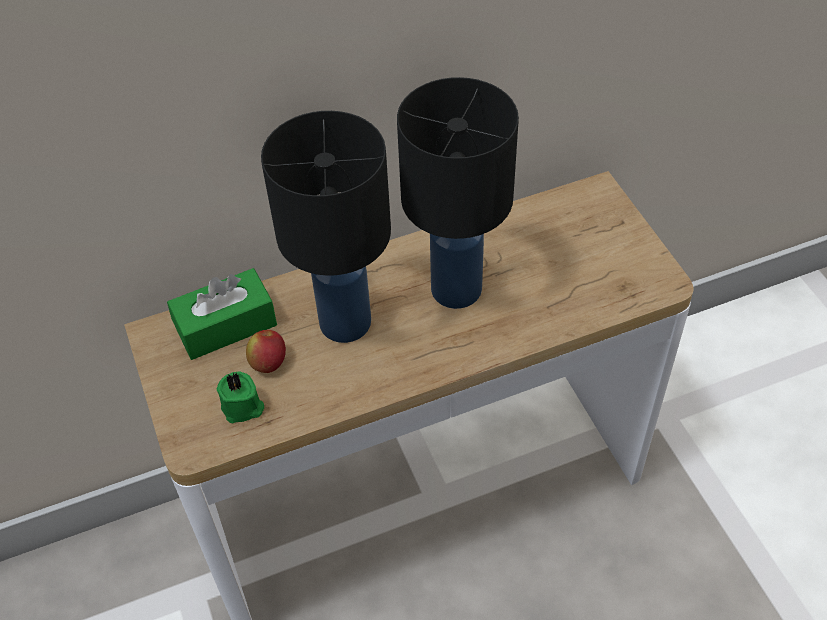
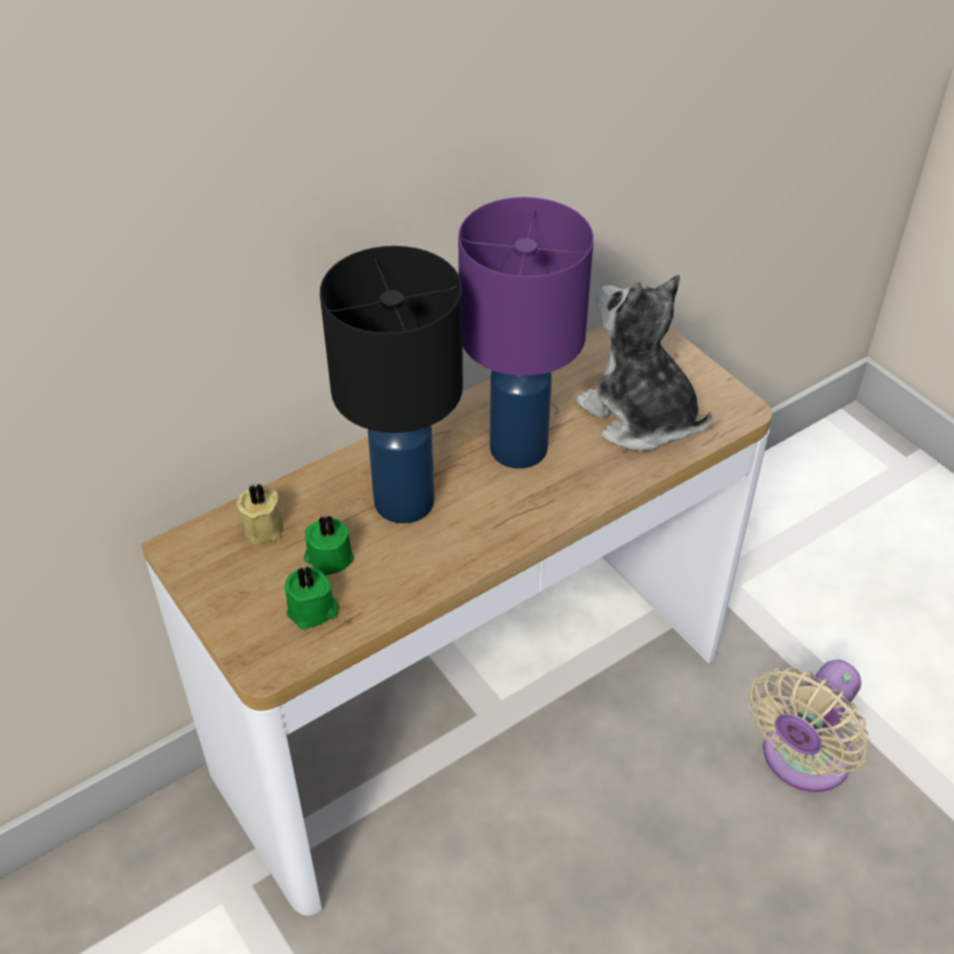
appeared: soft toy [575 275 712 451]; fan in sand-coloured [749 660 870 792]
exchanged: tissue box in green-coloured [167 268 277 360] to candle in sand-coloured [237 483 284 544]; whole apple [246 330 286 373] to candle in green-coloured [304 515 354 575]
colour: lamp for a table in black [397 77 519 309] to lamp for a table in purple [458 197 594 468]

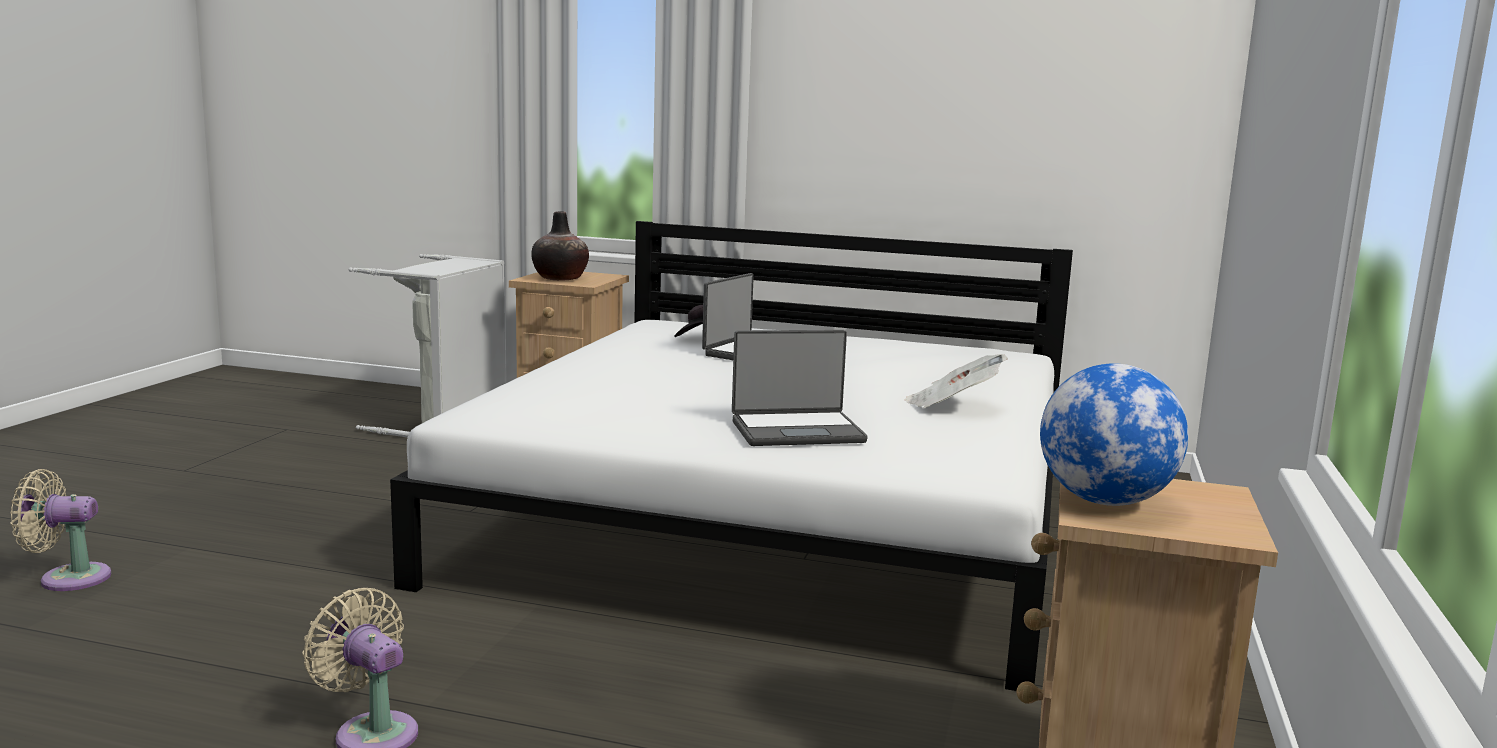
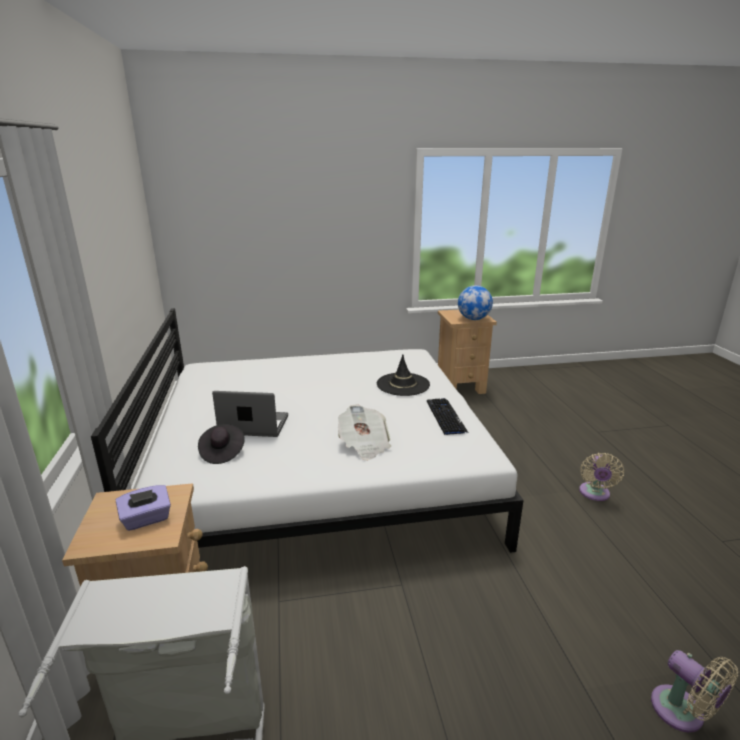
appeared: computer keyboard [427 398 469 435]
relocated: printed paper [905 354 1008 408] to [338 404 391 461]
exchanged: flower vase [532 211 589 281] to tissue box in purple [116 485 171 531]; portable computer [732 330 868 446] to hat in black [377 354 430 396]

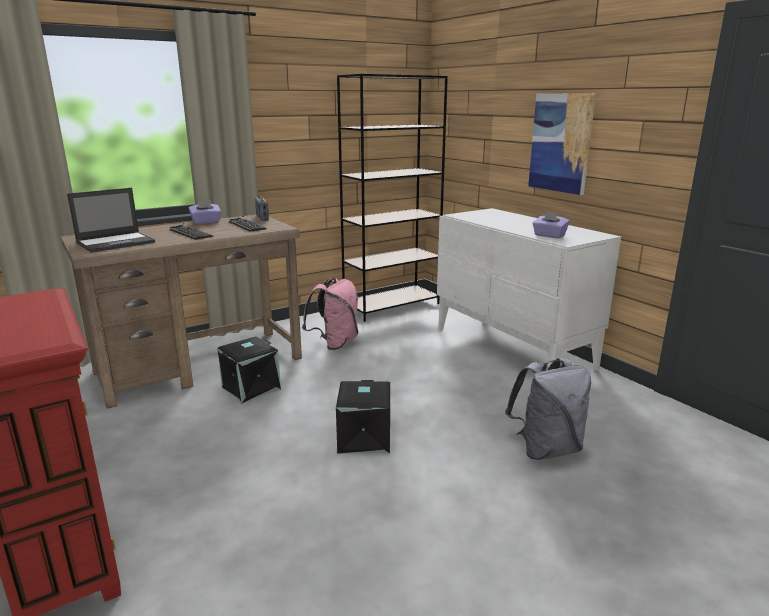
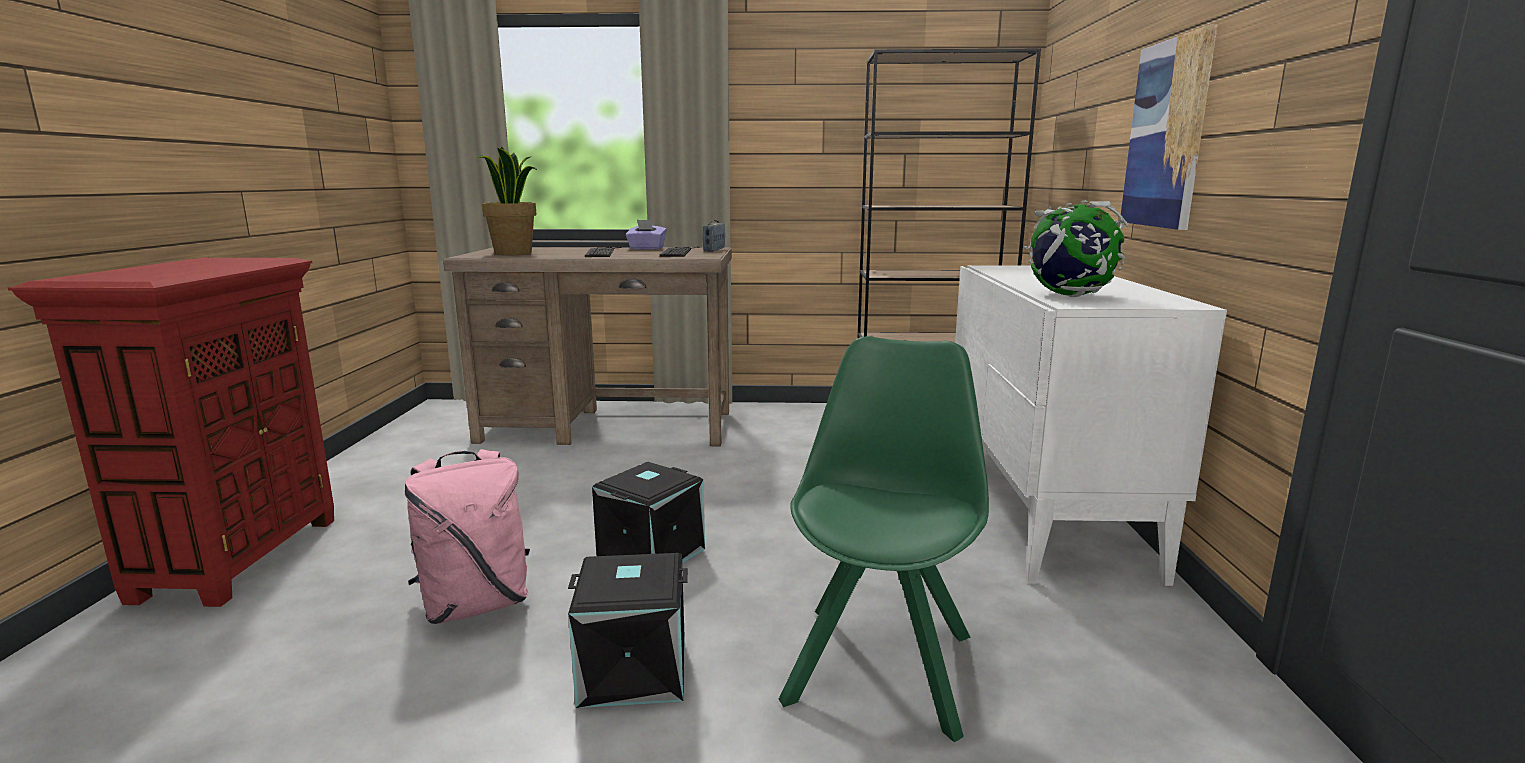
relocated: knapsack in pinkish [302 278 358 350] to [405 449 530 624]; storage box in black [217 337 281 404] to [568 553 688 708]
exchanged: portable computer [67 188 155 253] to houseplant [476 146 537 255]; knapsack in grey [505 358 591 460] to upright chair in green-coloured [779 336 989 742]; tissue box in purple [532 211 570 238] to desk globe [1024 201 1128 297]

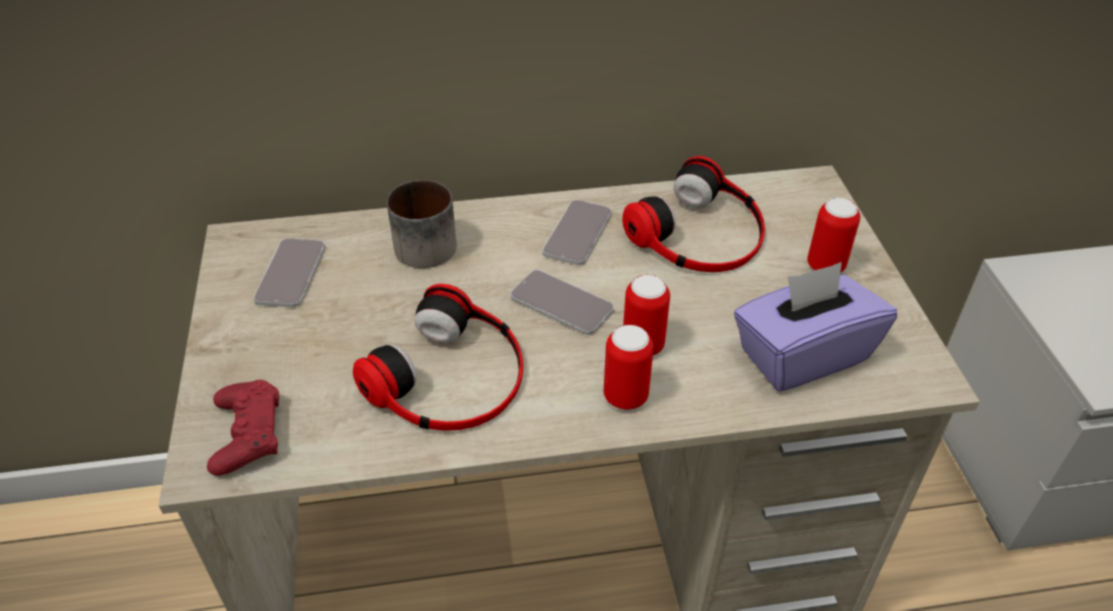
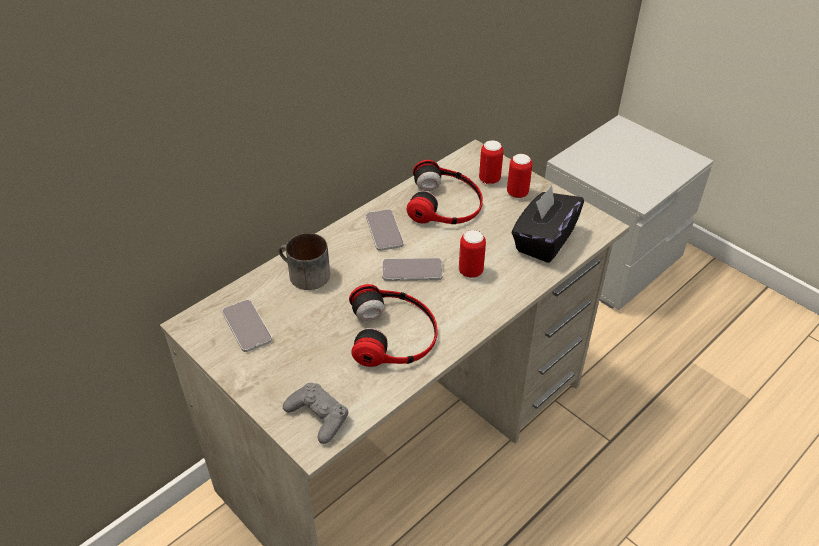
relocated: sealed can [604 325 654 410] to [479 140 504 184]
colour: game controller in red-coloured [207 380 279 476] to game controller in grey [283 383 348 444]; tissue box in purple [734 262 897 392] to tissue box in black [512 185 584 263]

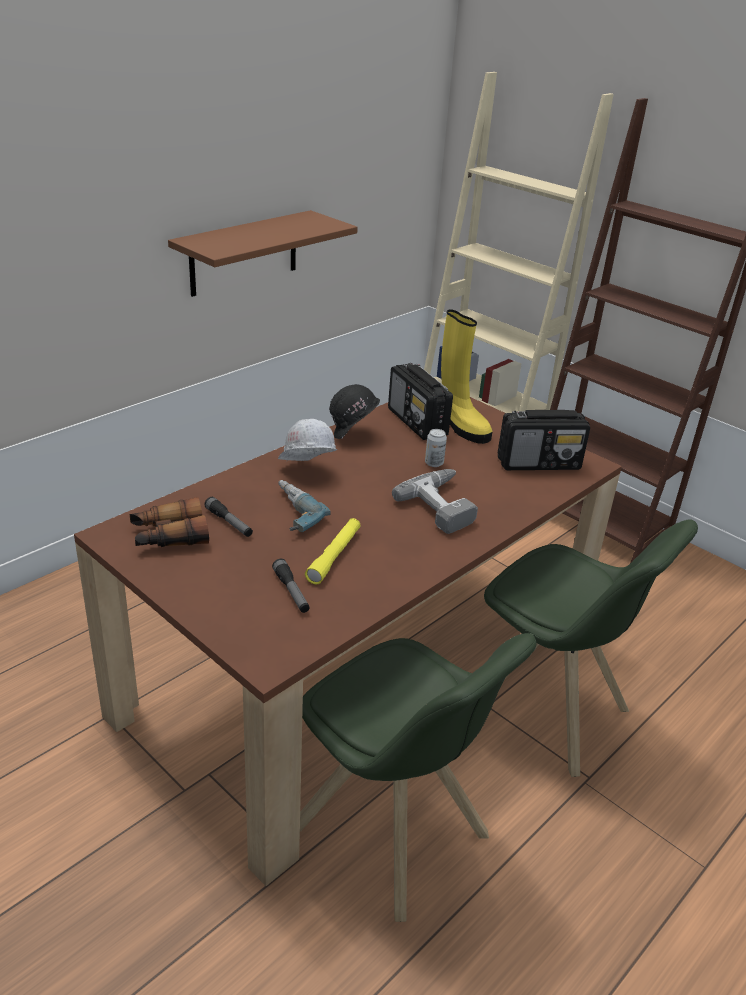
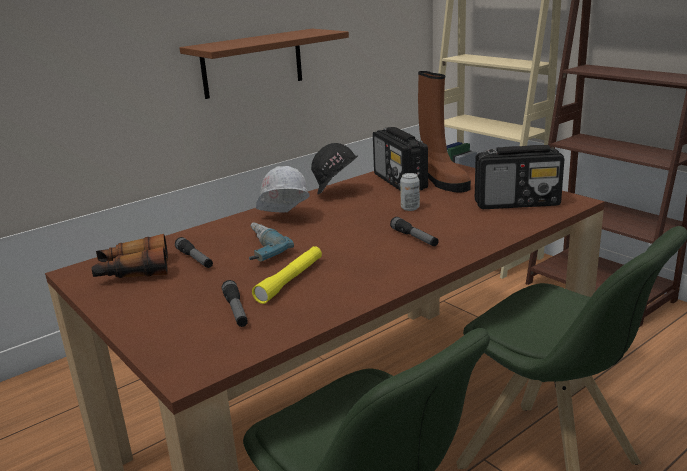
exchanged: electric drill [392 469 478 534] to hand torch [390 217 439 246]
colour: boot in yellow-coloured [441 310 492 444] to boot in brown-coloured [418 71 471 192]

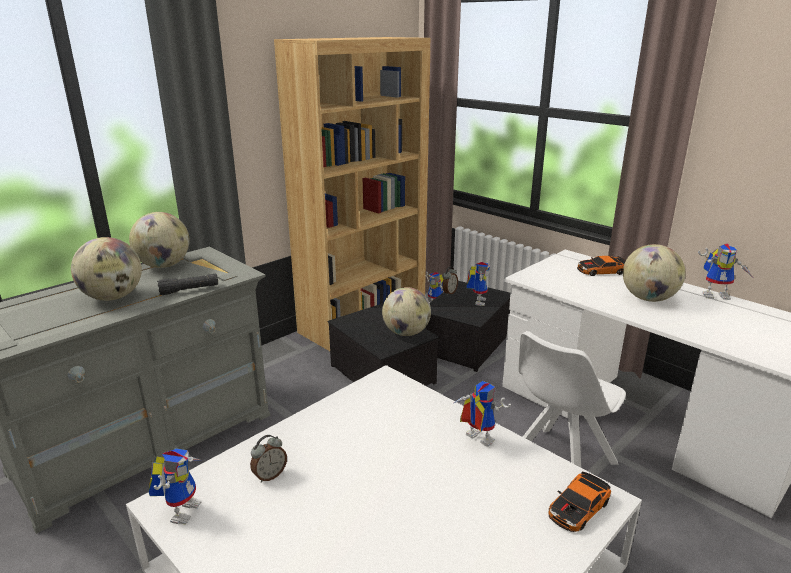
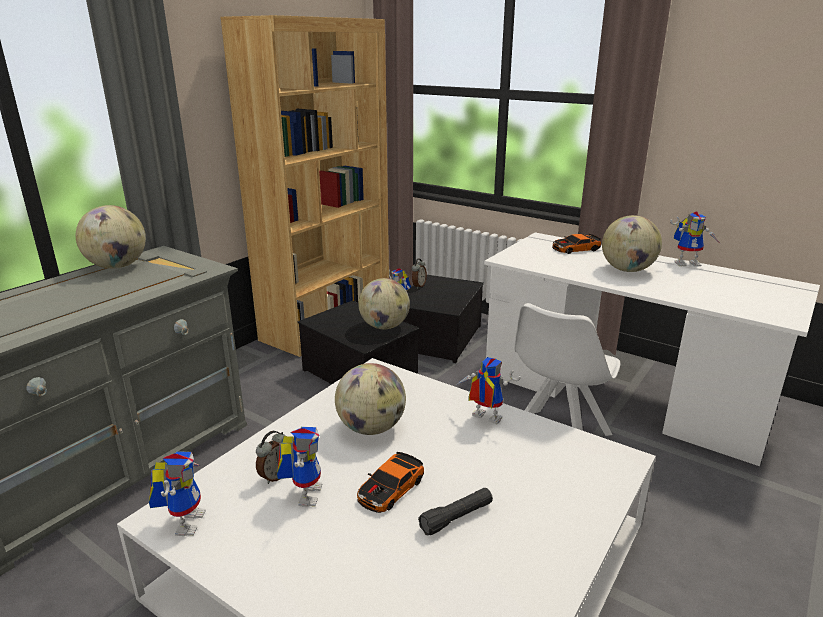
relocated: robot figure [466 262 490 306] to [277 427 323 507]; desk globe [71 237 142 301] to [335 363 406 435]; toy car [549 472 611 532] to [357 452 424 513]; hand torch in black [157 274 218 295] to [418 488 493 535]

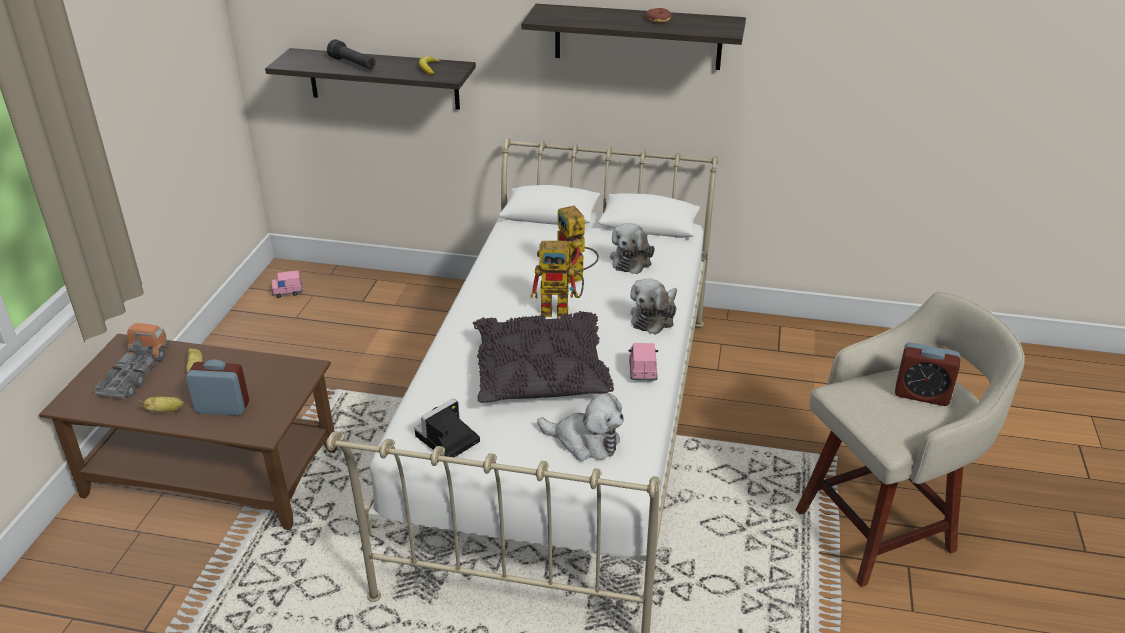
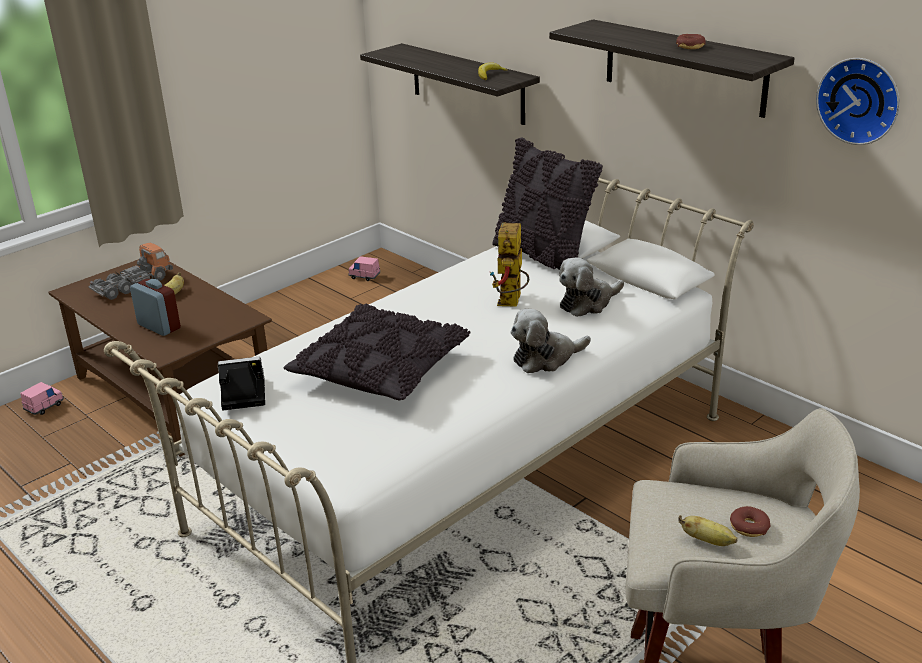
missing: hand torch in black [327 39 376 69]; robot figure [530 241 584 317]; soft toy [537 393 624 461]
appeared: throw pillow in black [492 137 603 270]; hanging clock [816 58 900 145]
relocated: toy car in pinkish [628 343 658 381] to [20 382 64 415]; whole banana [139 397 184 412] to [678 515 738 546]
exchanged: alarm clock [895 342 960 406] to donut [730 506 771 537]

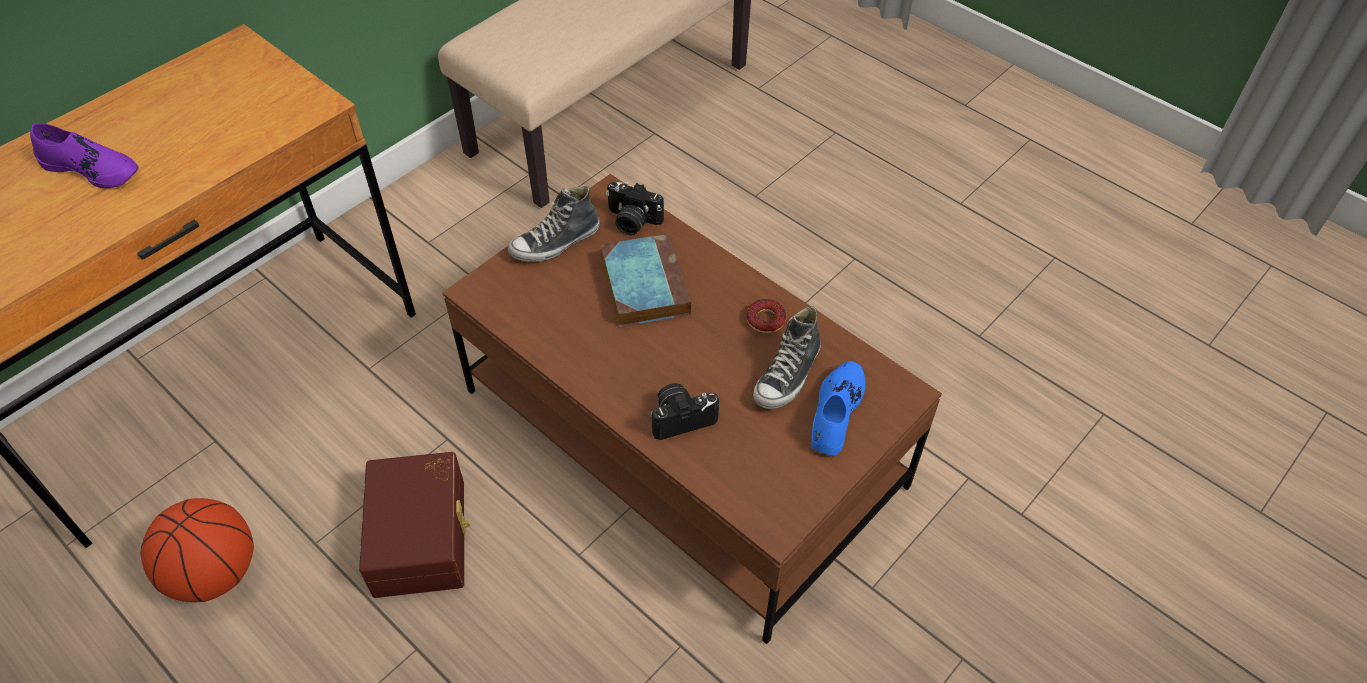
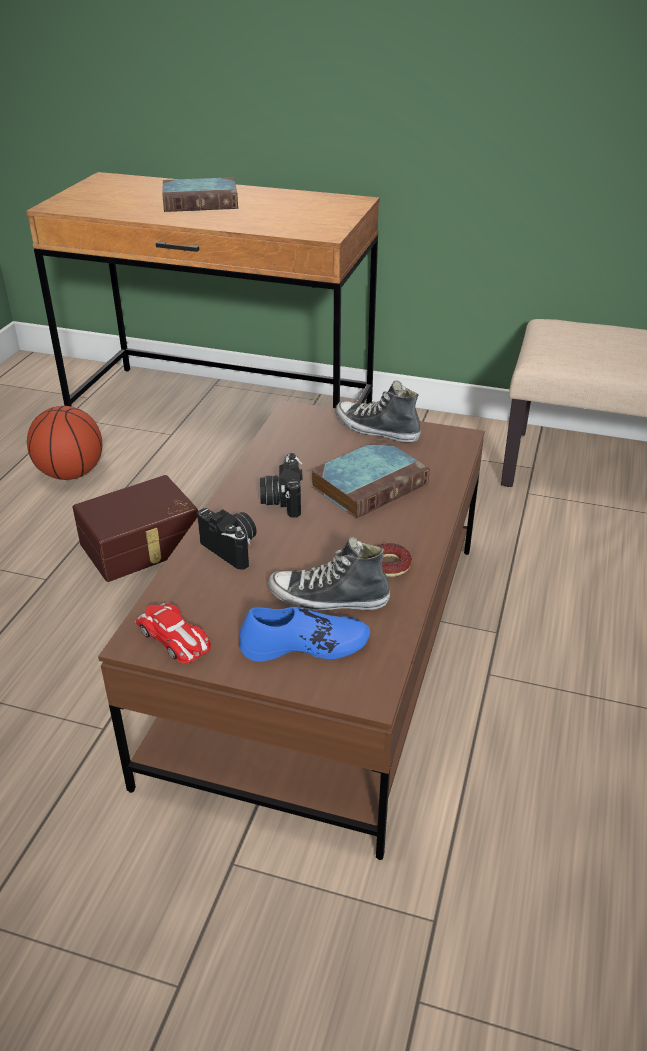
appeared: toy car [135 603 211 663]
relocated: photo camera [606 182 664 235] to [260 453 302 518]
exchanged: item of footwear in purple [30 123 139 188] to book [163 177 238 212]

